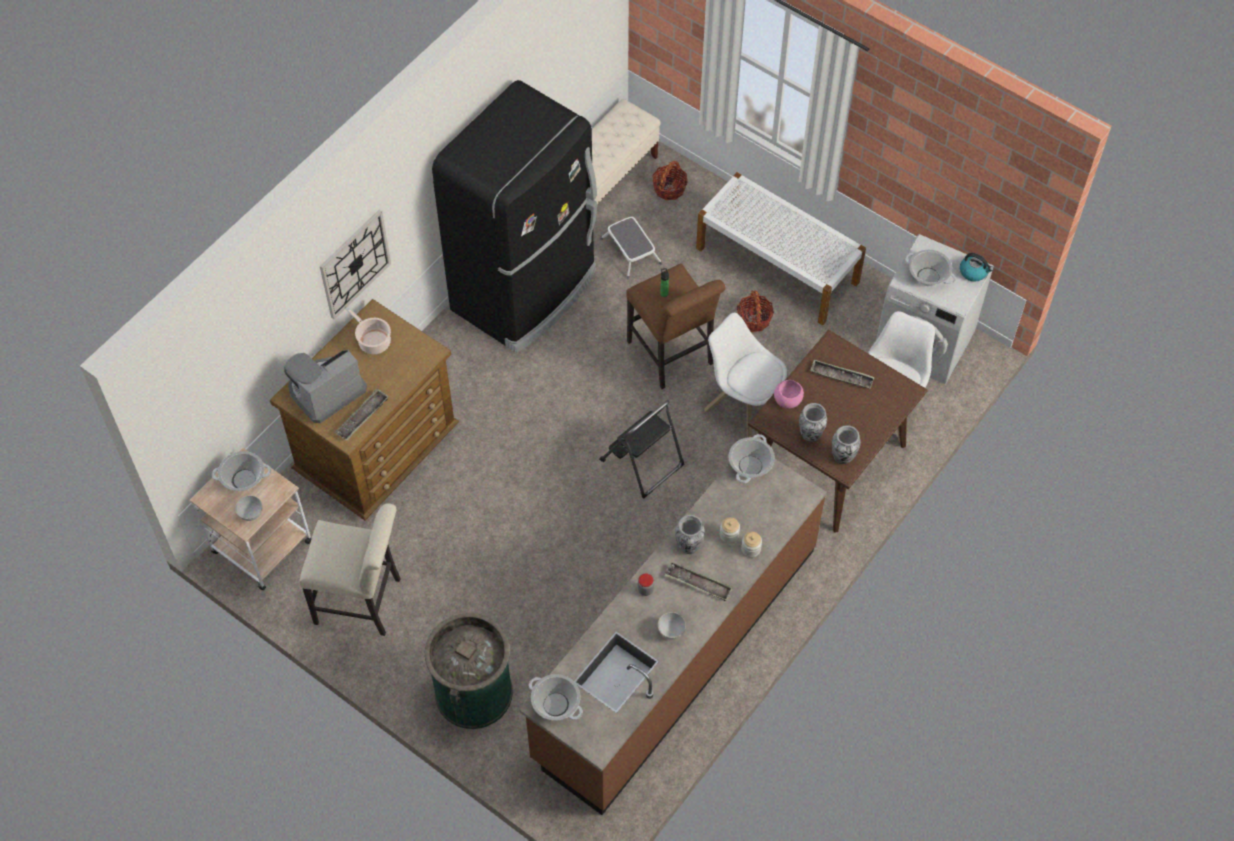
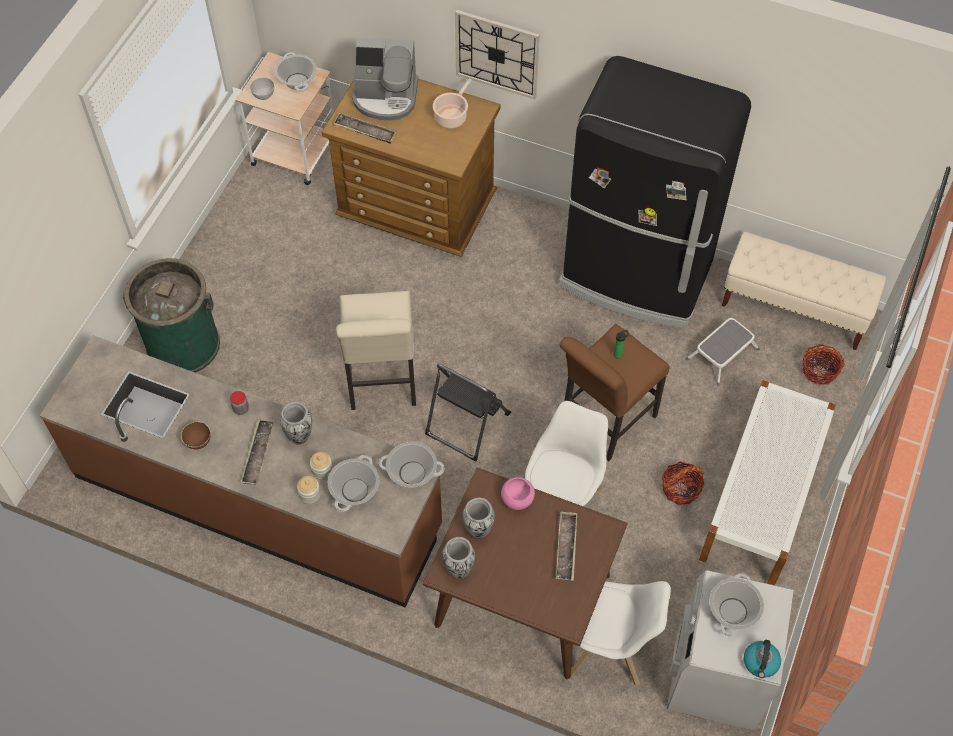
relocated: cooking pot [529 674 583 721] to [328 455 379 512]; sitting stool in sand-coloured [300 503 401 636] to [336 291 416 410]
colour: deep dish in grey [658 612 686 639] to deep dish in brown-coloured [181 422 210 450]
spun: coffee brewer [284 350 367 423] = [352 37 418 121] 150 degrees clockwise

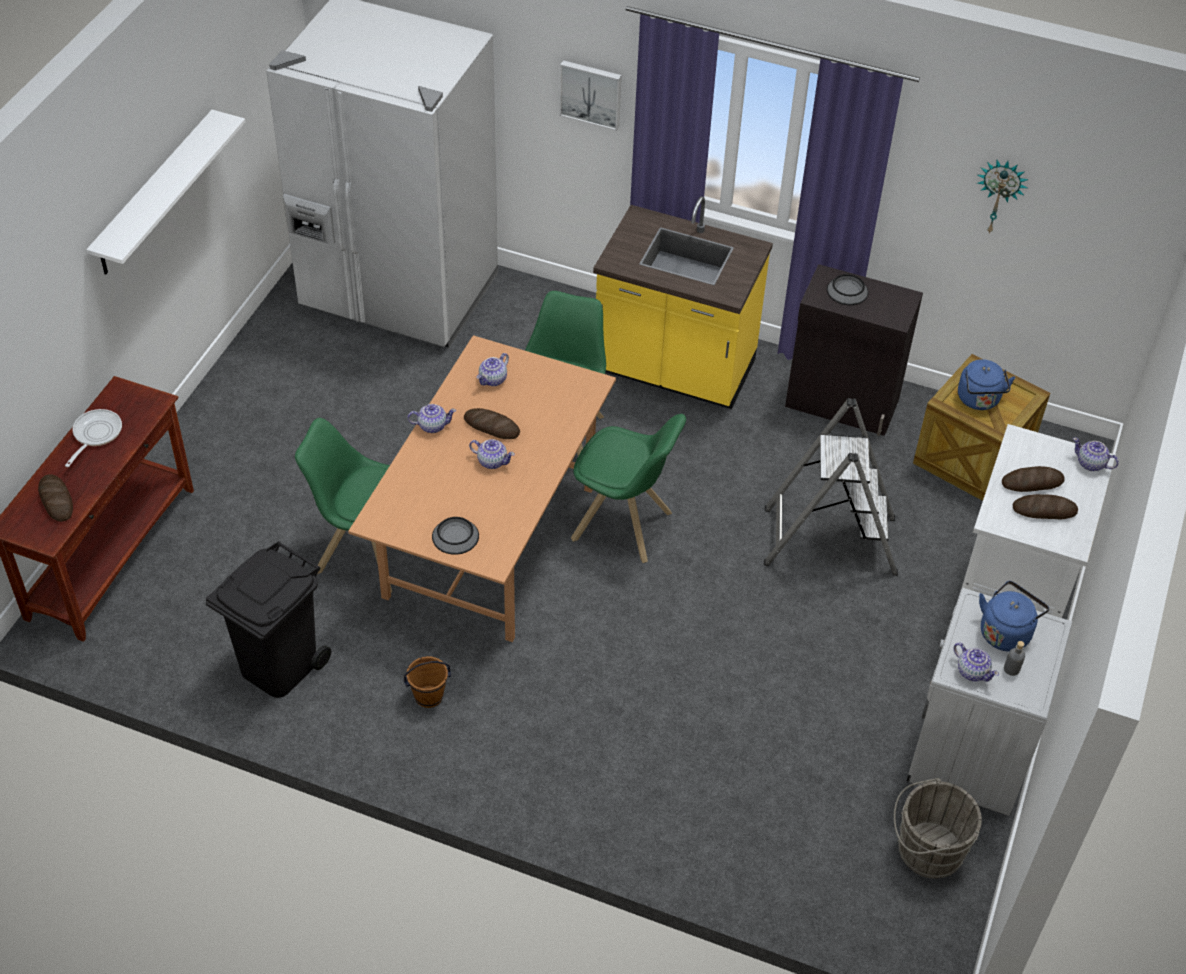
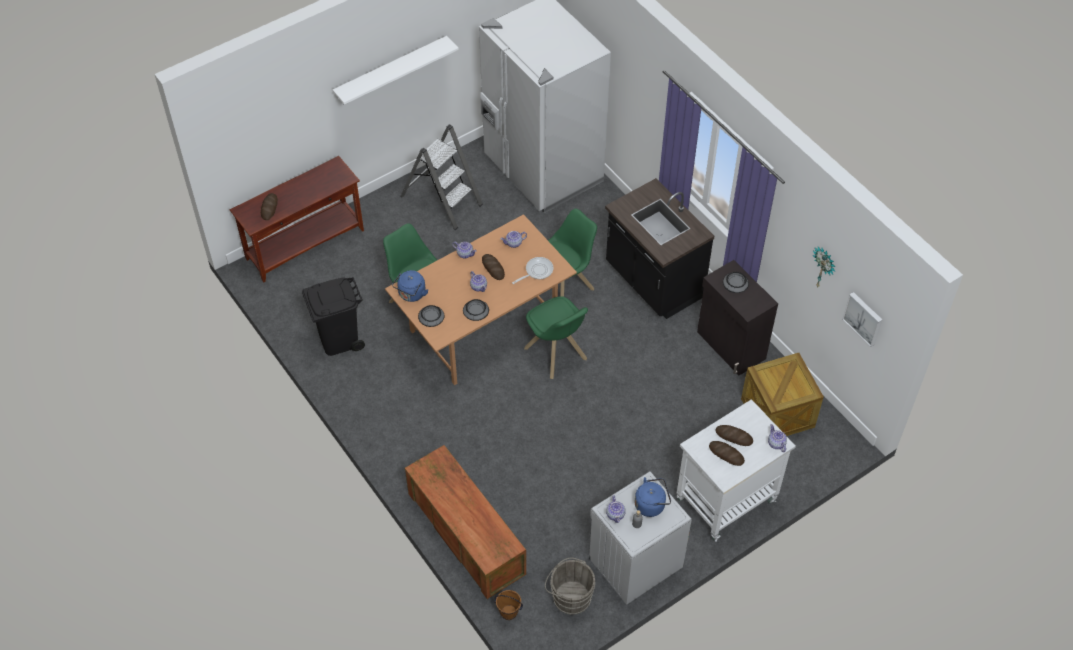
appeared: indoor bench in brown-coloured [404 445 526 599]; deep dish [463 299 489 321]
relocated: kettle in bluish [958 359 1015 410] to [392 270 428 302]; step ladder in grey [764 398 898 576] to [400 124 483 230]; pail in brown-coloured [404 656 451 708] to [494 590 523 620]; pan [65 409 122 467] to [512 257 553 284]; wall art [559 60 622 131] to [842 292 882 347]
colour: counter in yellow-coloured [593 196 773 409] to counter in black [605 178 714 319]

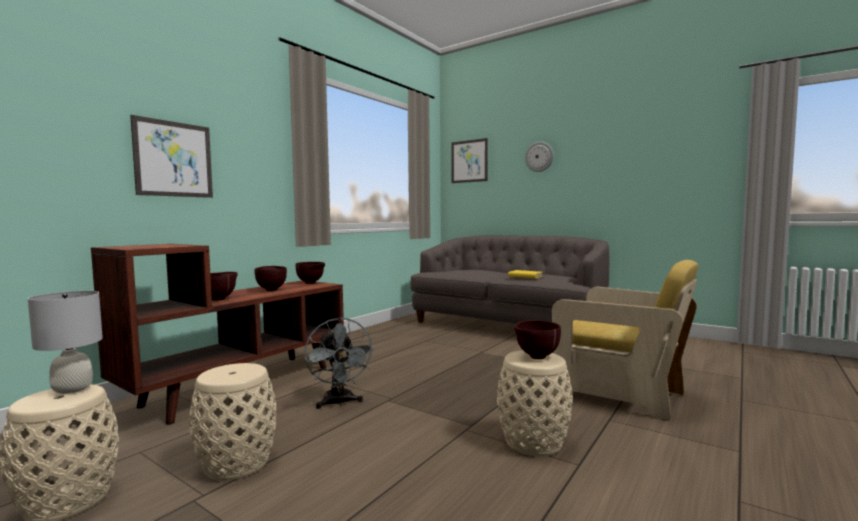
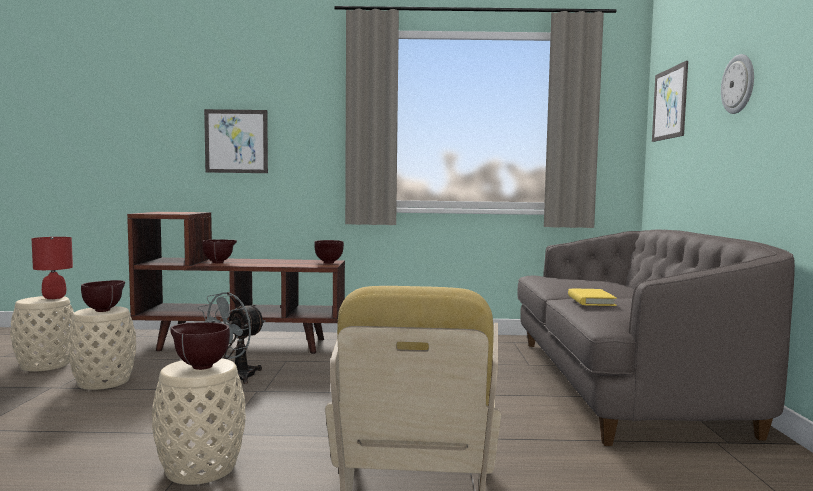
relocated: deep dish in brown-coloured [255 266 287 291] to [81 280 125 312]
colour: lamp for a table in grey [28 291 103 394] to lamp for a table in red-coloured [32 237 73 299]

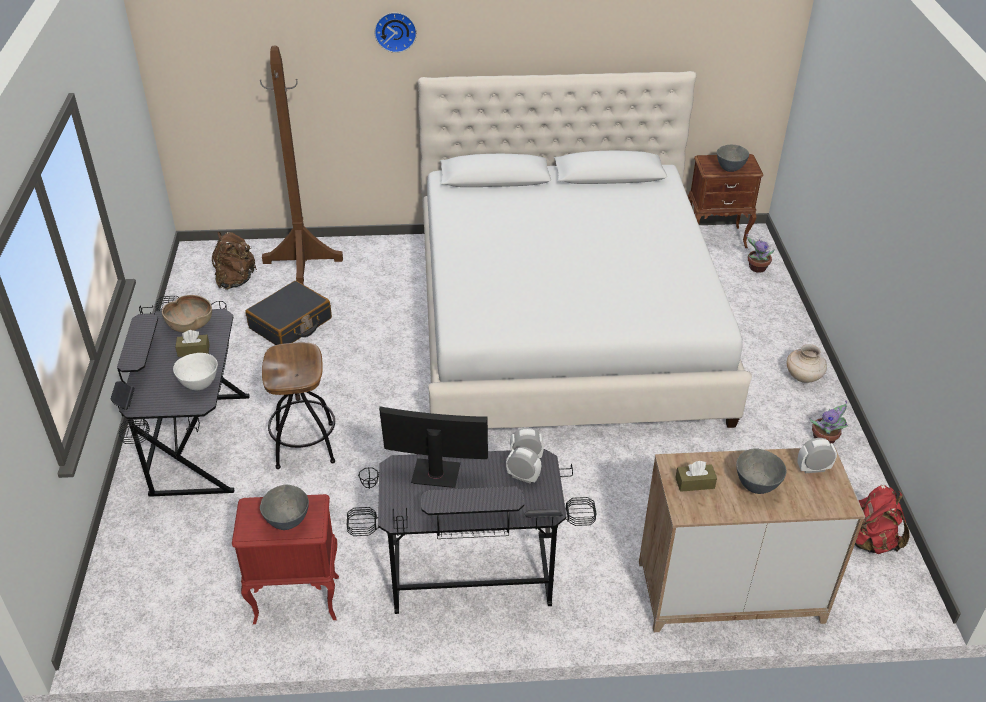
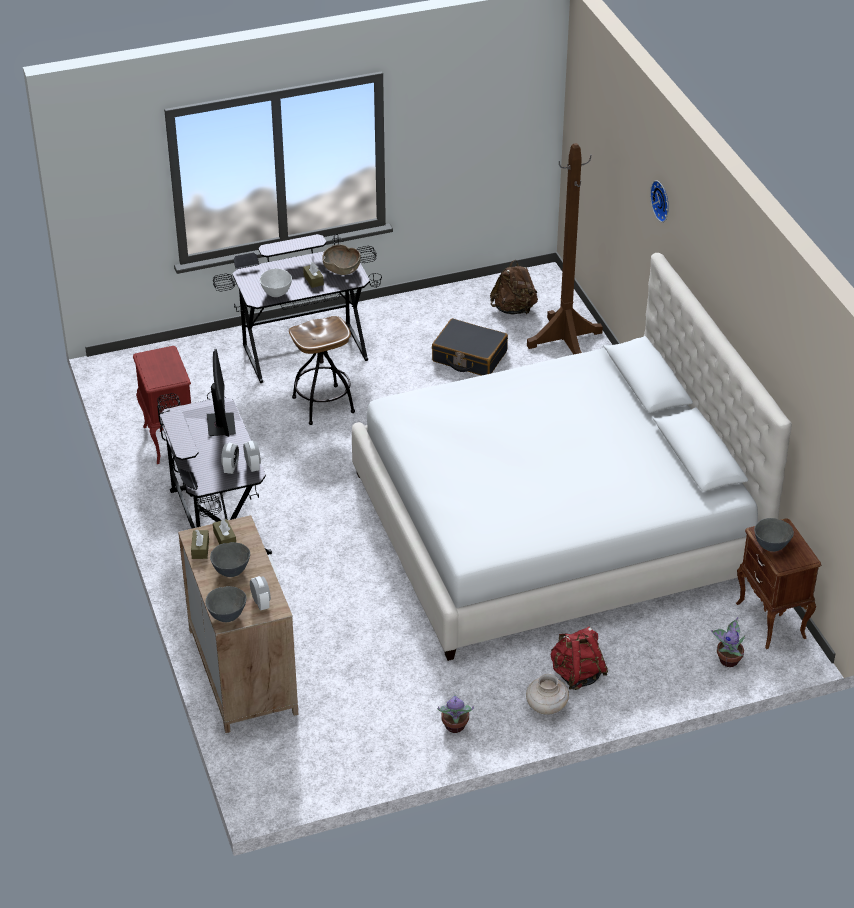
appeared: tissue box in brown-coloured [191 529 209 559]
relocated: deep dish in grey [260 485 309 530] to [205 586 247 622]; knapsack in red-coloured [855 485 910 554] to [550 627 608 690]

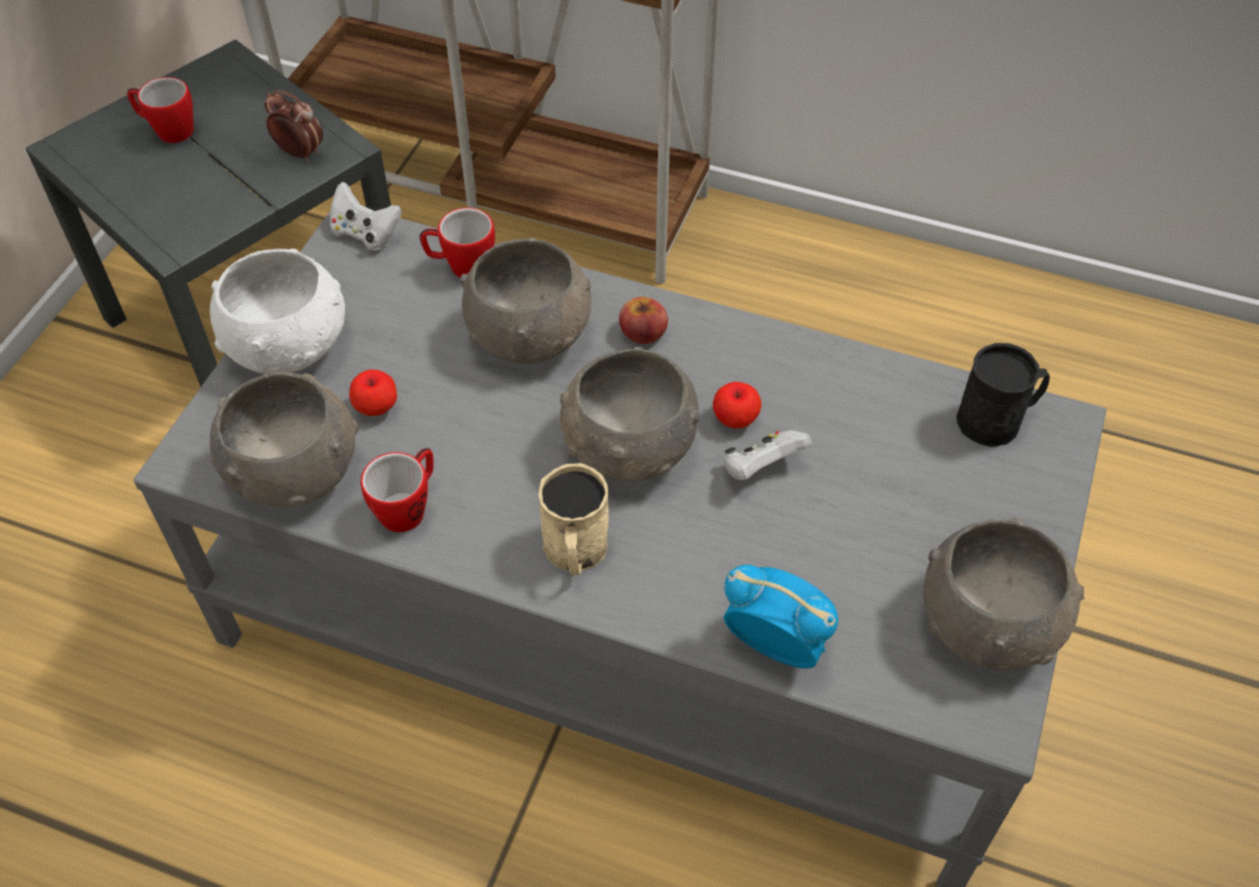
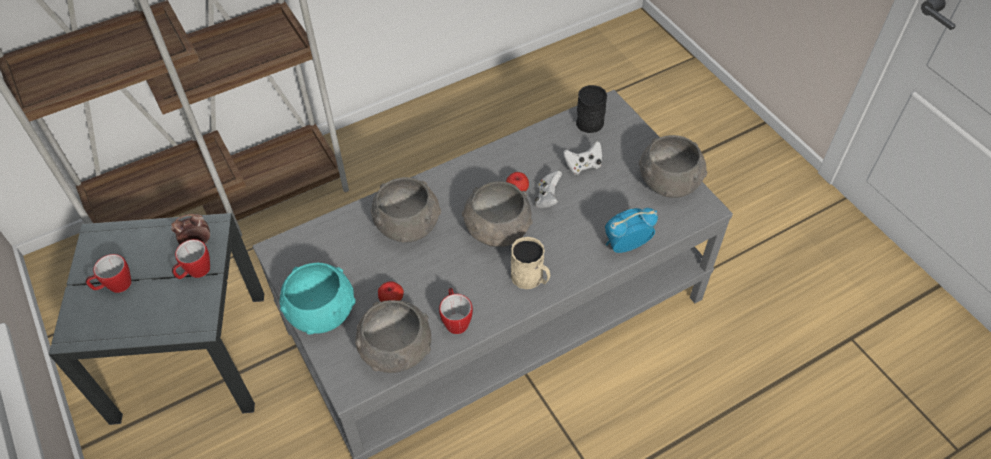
missing: whole apple [619 297 668 344]
relocated: tea mug [420 207 495 278] to [172 239 210 279]; game controller in white-coloured [330 182 402 251] to [563 141 602 175]
colour: deep dish in white-coloured [210 249 345 374] to deep dish in turquoise-coloured [280 263 356 335]

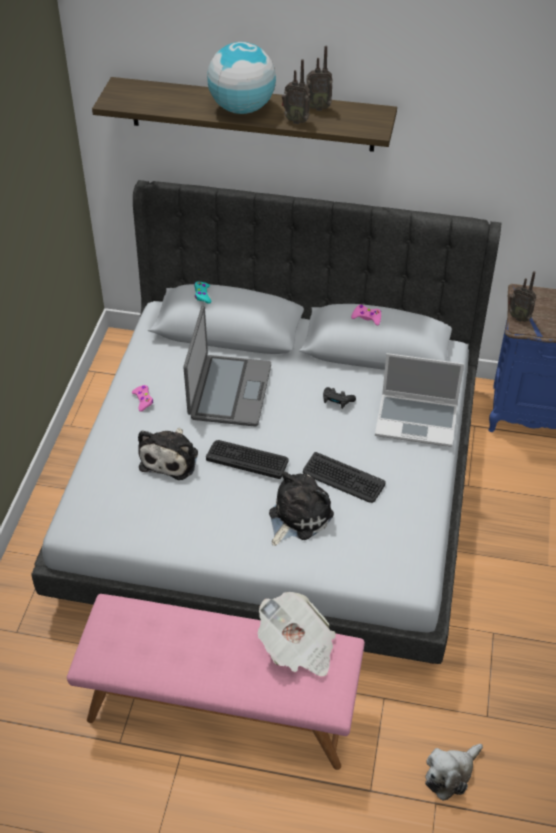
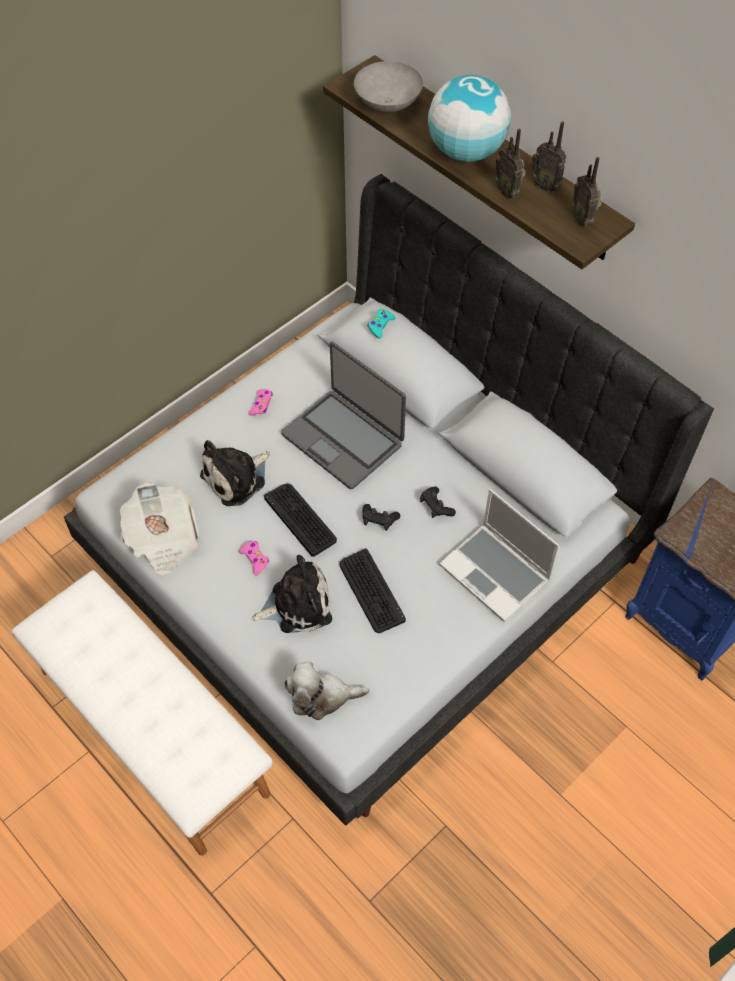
appeared: deep dish in grey [354 61 423 112]; game controller in black [362 504 400 531]
relocated: printed paper [257 592 336 677] to [120 482 200 576]; game controller in pinkish [351 305 381 325] to [239 541 269 576]; soft toy [425 744 483 801] to [284 662 369 720]; radio set [508 271 536 322] to [572 157 602 227]
colour: indoor bench in pinkish [67 594 365 770] to indoor bench in white-coloured [12 570 272 856]
spun: portable computer [184 306 271 427] = [281 342 406 489] 90 degrees clockwise

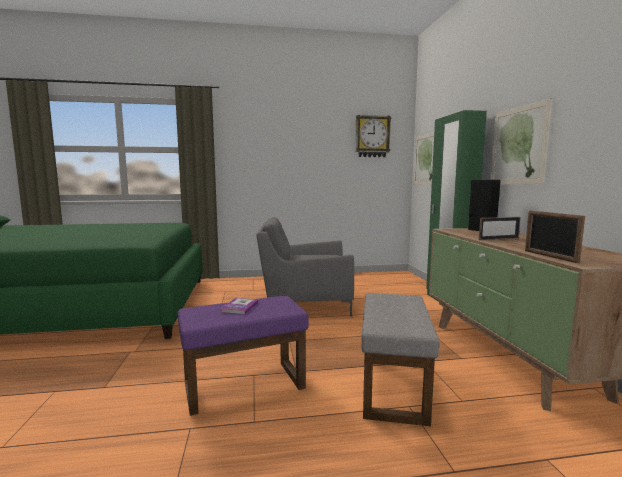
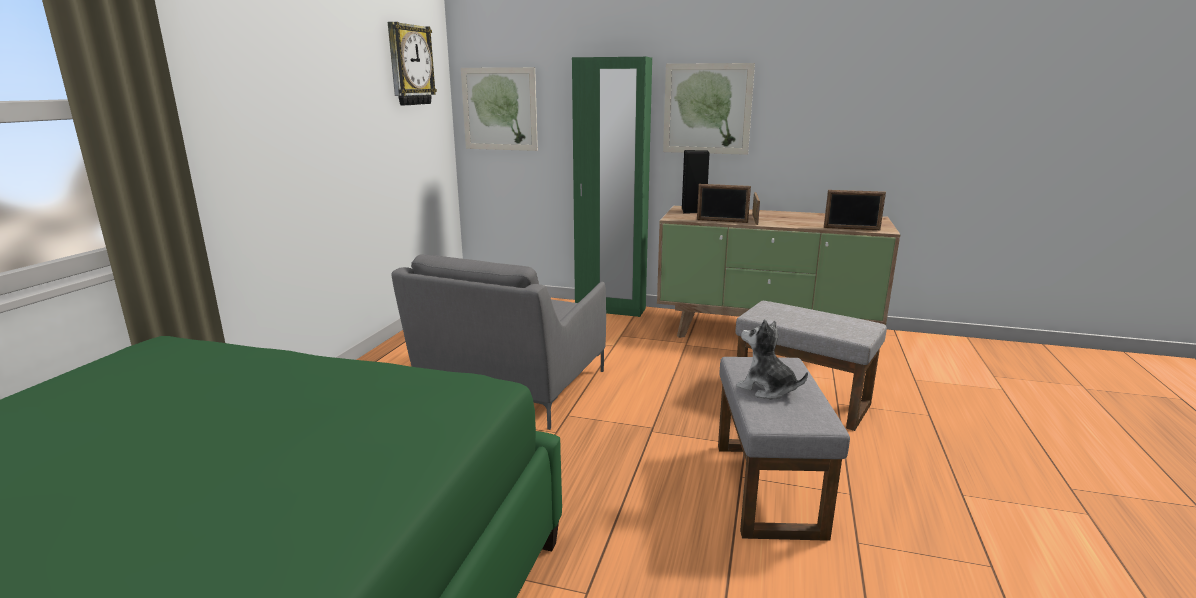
appeared: photo frame [697 184 751 223]
exchanged: book [220 298 258 314] to soft toy [736 319 808 399]
colour: ottoman in purple [178 296 309 416] to ottoman in grey [718 357 850 541]

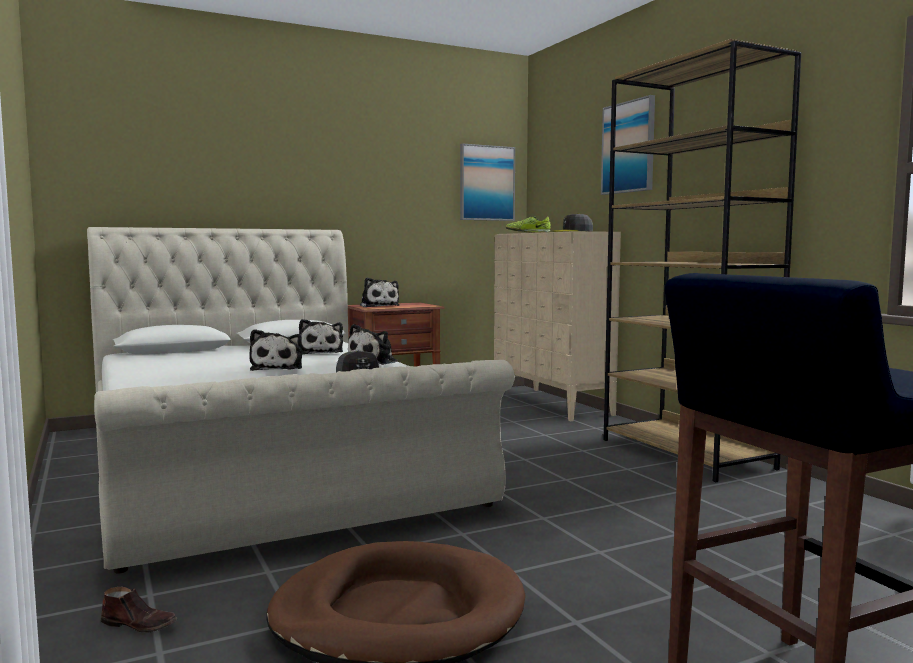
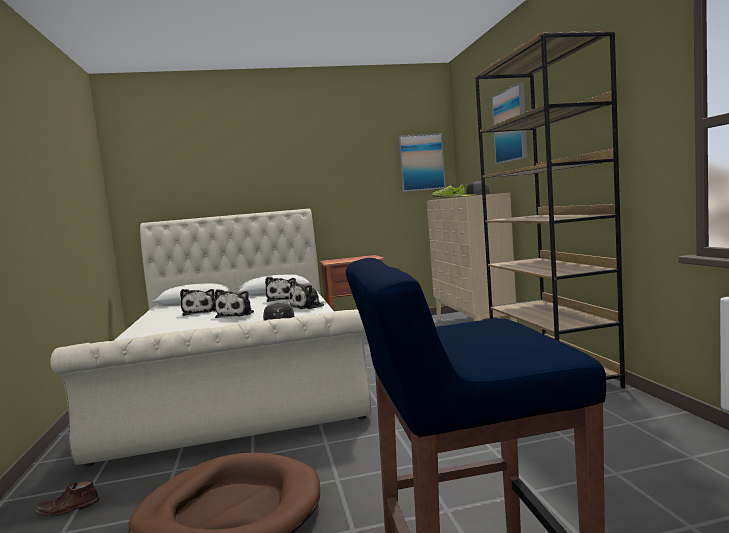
relocated: soft toy [360 278 399 307] to [180 289 216 316]
spun: item of footwear in brown-coloured [101 587 178 633] = [35 481 100 517] 135 degrees clockwise

